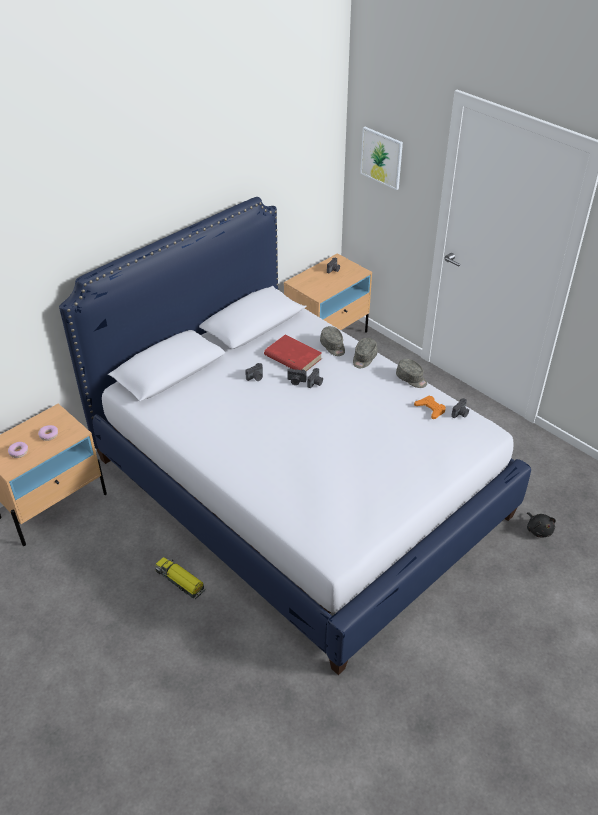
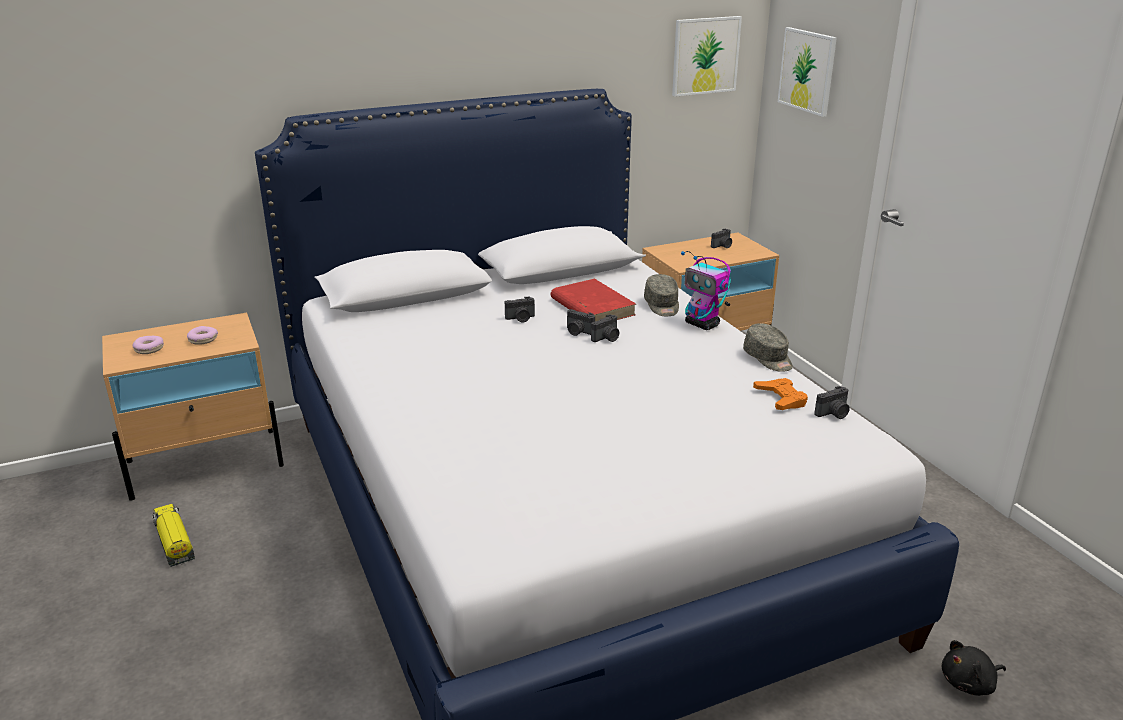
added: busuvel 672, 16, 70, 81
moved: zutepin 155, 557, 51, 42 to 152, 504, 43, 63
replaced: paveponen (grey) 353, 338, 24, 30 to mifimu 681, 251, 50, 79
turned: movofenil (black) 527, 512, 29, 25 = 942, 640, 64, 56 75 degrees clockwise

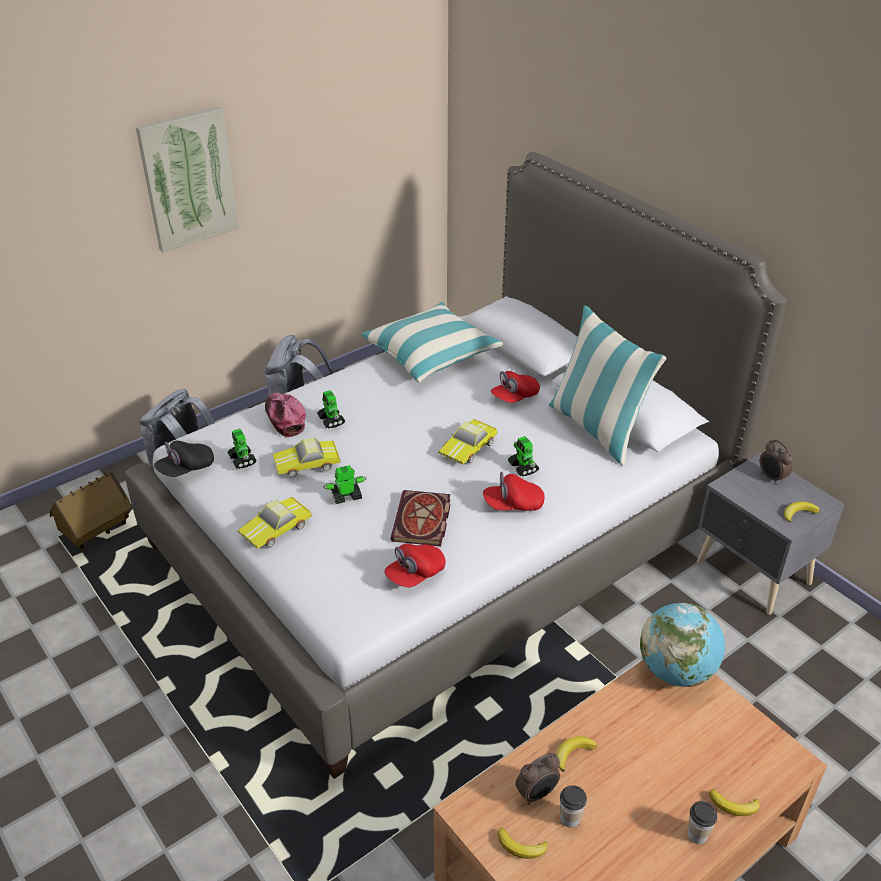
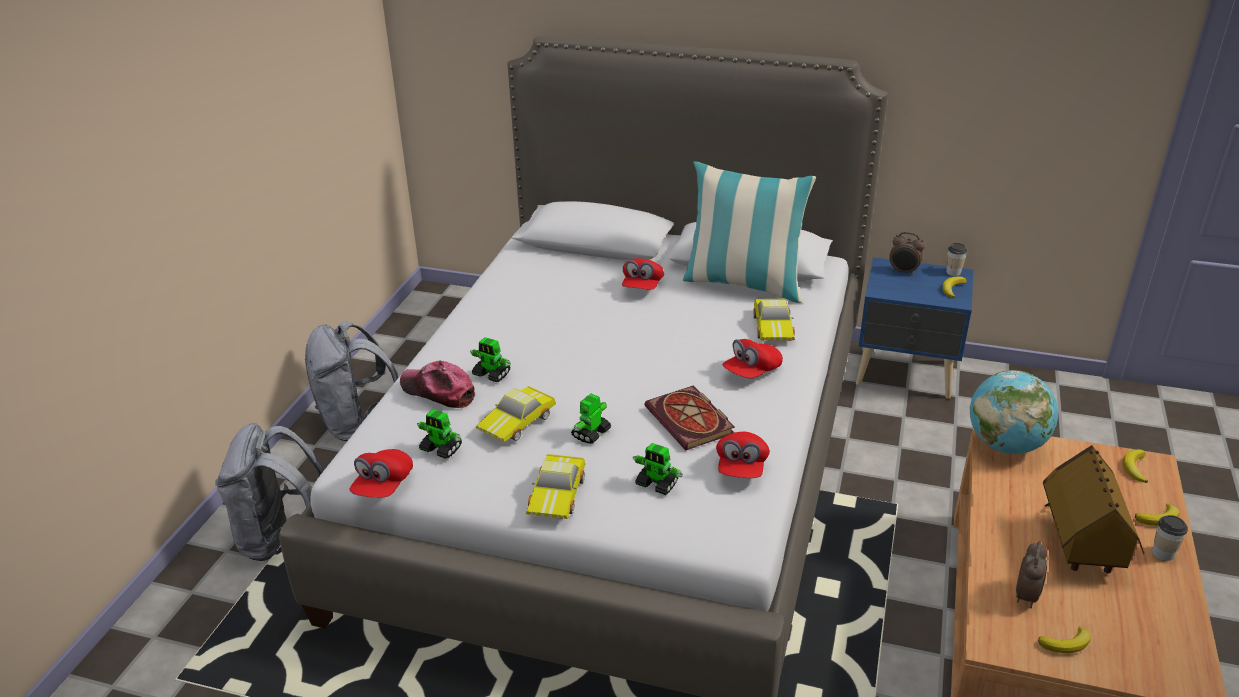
removed: busuvel 136, 107, 103, 145; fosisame 362, 302, 141, 80
moved: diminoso 50, 471, 83, 78 to 1043, 445, 101, 129; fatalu 438, 419, 59, 45 to 753, 299, 42, 42; mifimu 508, 436, 31, 41 to 633, 443, 50, 52; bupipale 556, 736, 41, 36 to 1123, 449, 25, 34; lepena 560, 785, 27, 42 to 946, 243, 21, 33
recoloured: paveponen (black) 154, 440, 60, 37 to paveponen (red) 350, 449, 63, 49; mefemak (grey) 697, 452, 148, 163 to mefemak (blue) 856, 257, 117, 142

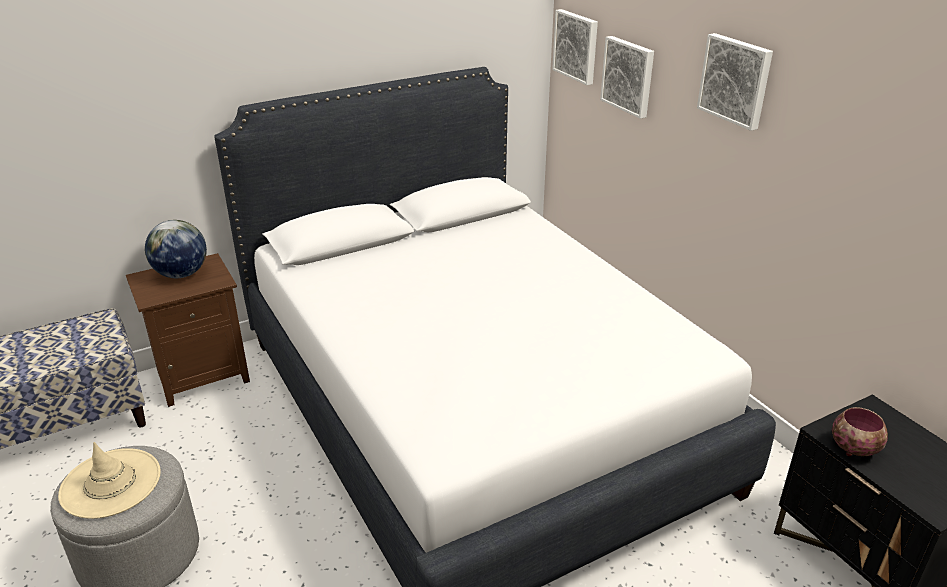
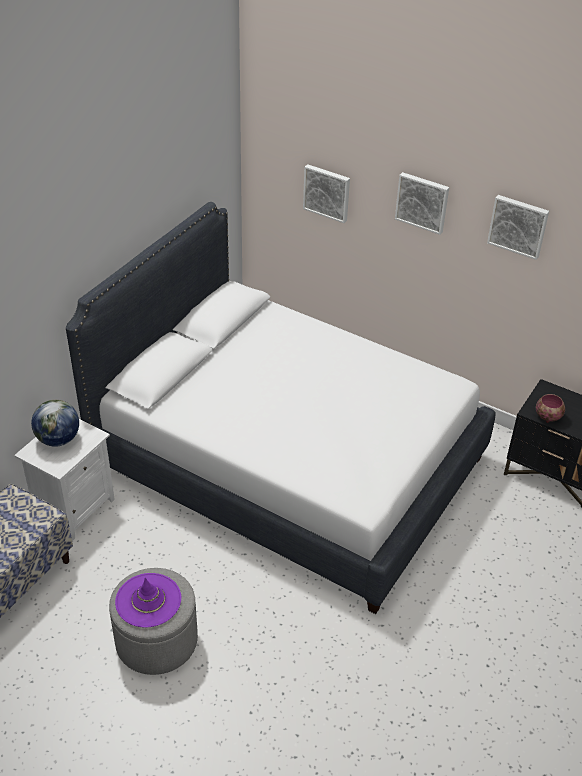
moved: busuvel 552, 9, 46, 76 to 487, 195, 62, 65
recoloured: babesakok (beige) 58, 442, 103, 77 to babesakok (purple) 115, 573, 66, 55; mefemak (brown) 126, 253, 124, 154 to mefemak (white) 14, 419, 101, 122

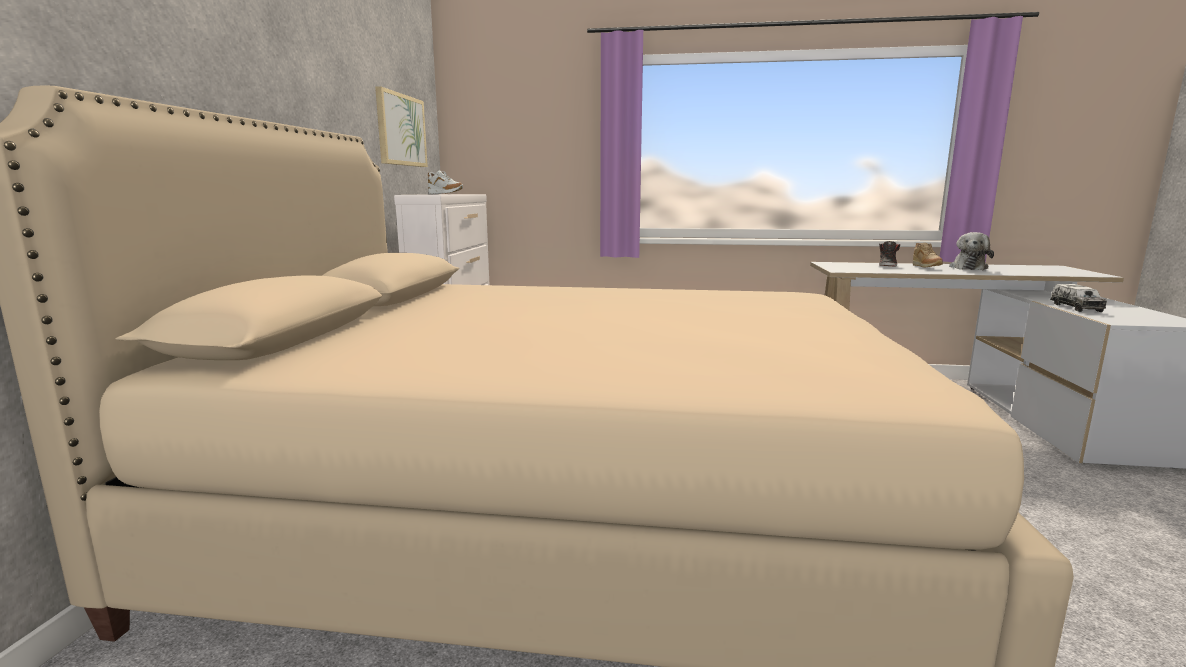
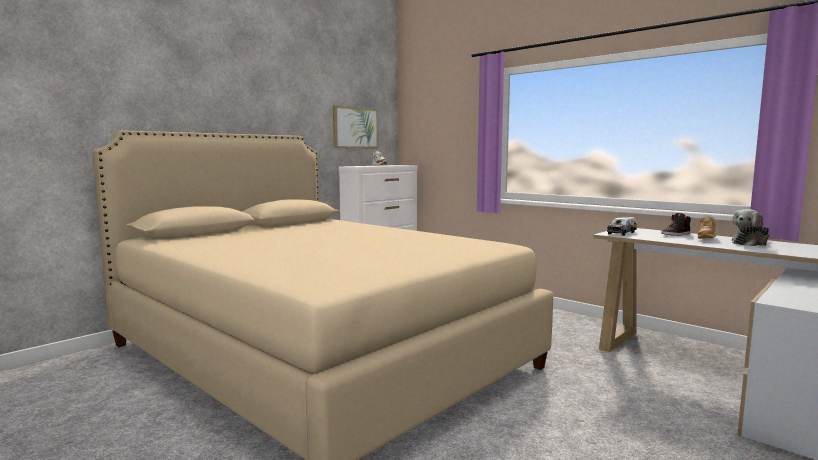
moved: zutepin 1050, 284, 57, 28 to 607, 217, 30, 19

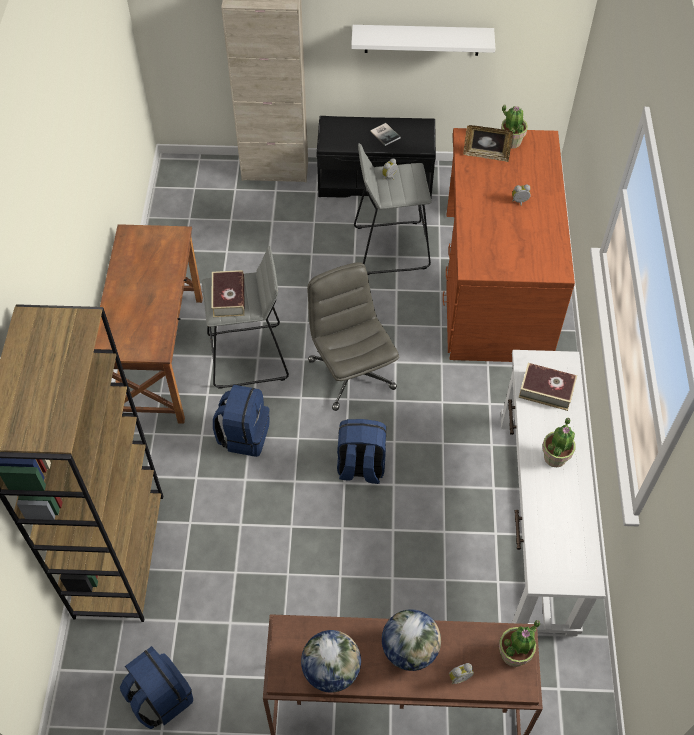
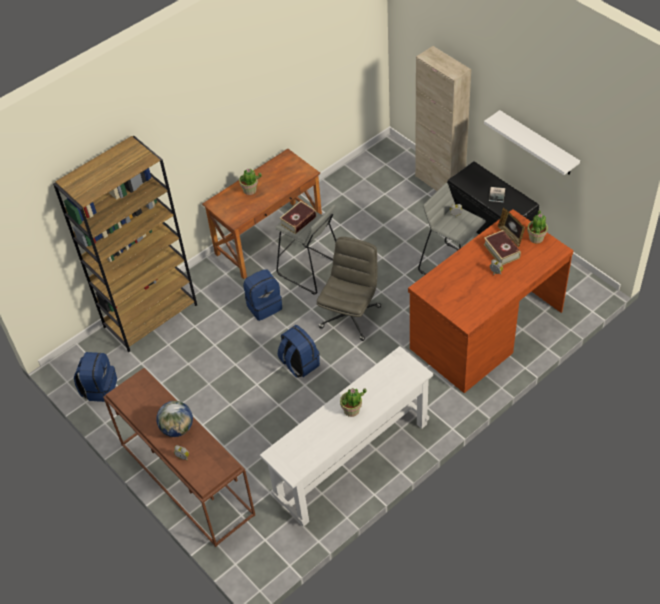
removed: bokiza 301, 630, 60, 63
moved: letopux 499, 620, 41, 47 to 239, 168, 23, 27; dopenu 519, 363, 58, 48 to 484, 230, 37, 36

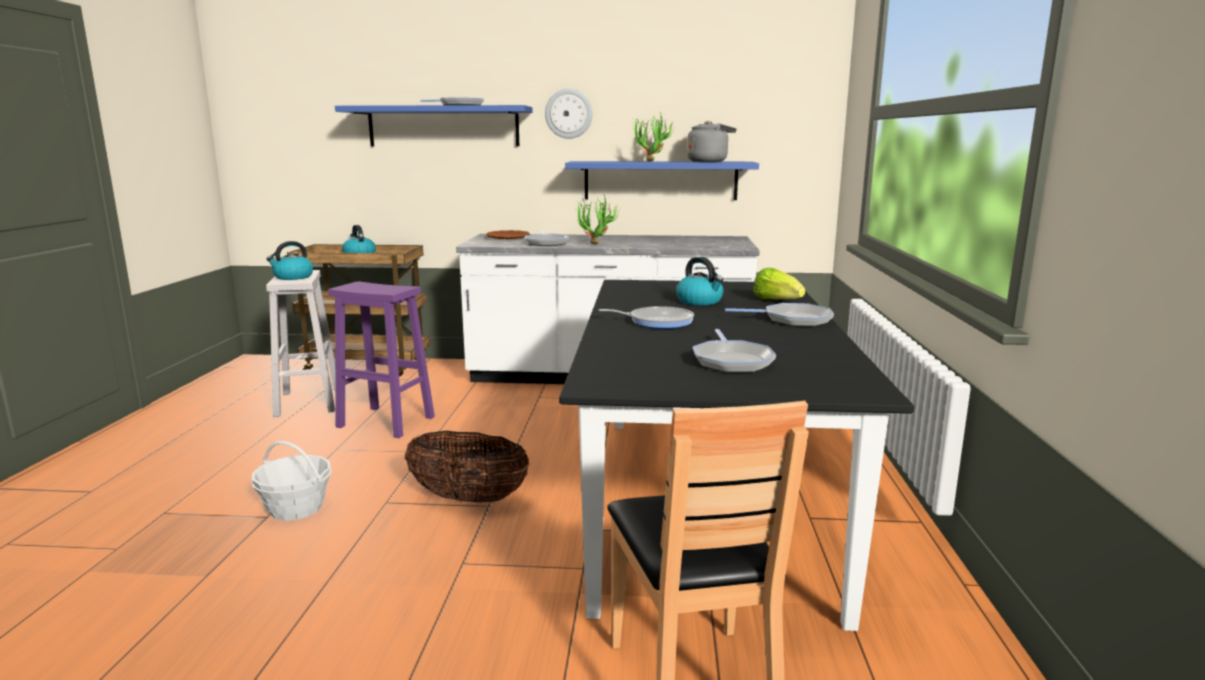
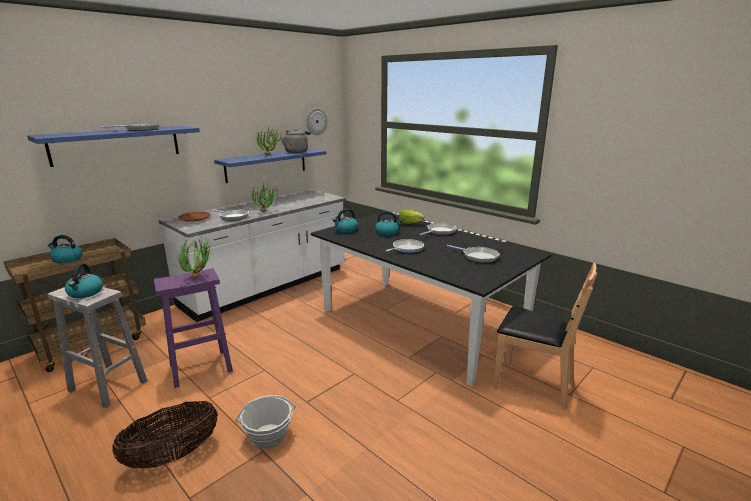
added: letopux 178, 237, 36, 42; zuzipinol 333, 209, 25, 24
moved: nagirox 405, 431, 124, 71 to 112, 400, 106, 69; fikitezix 545, 89, 47, 50 to 306, 108, 21, 27

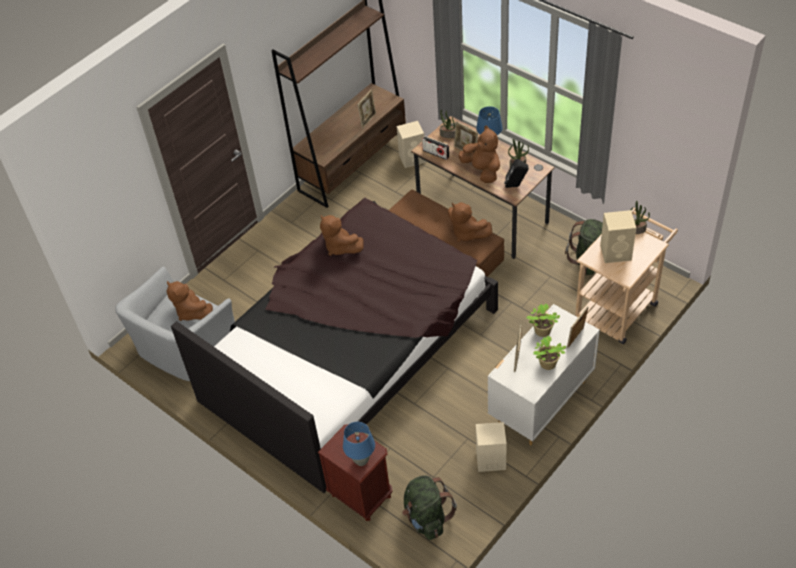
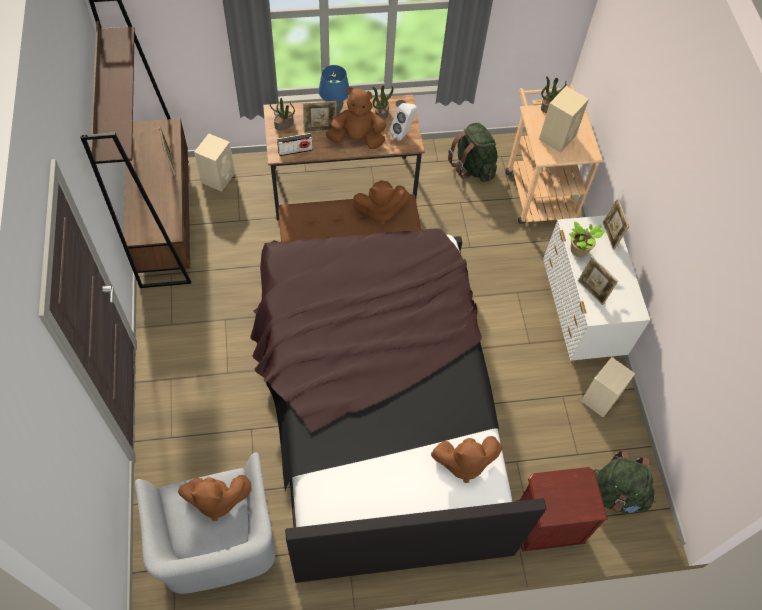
removed: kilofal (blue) 343, 422, 32, 44; letopux 533, 335, 33, 35
moved: movofenil (brown) 320, 215, 44, 41 to 431, 436, 72, 47
recoloured: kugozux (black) 504, 159, 25, 29 to kugozux (white) 389, 103, 28, 38

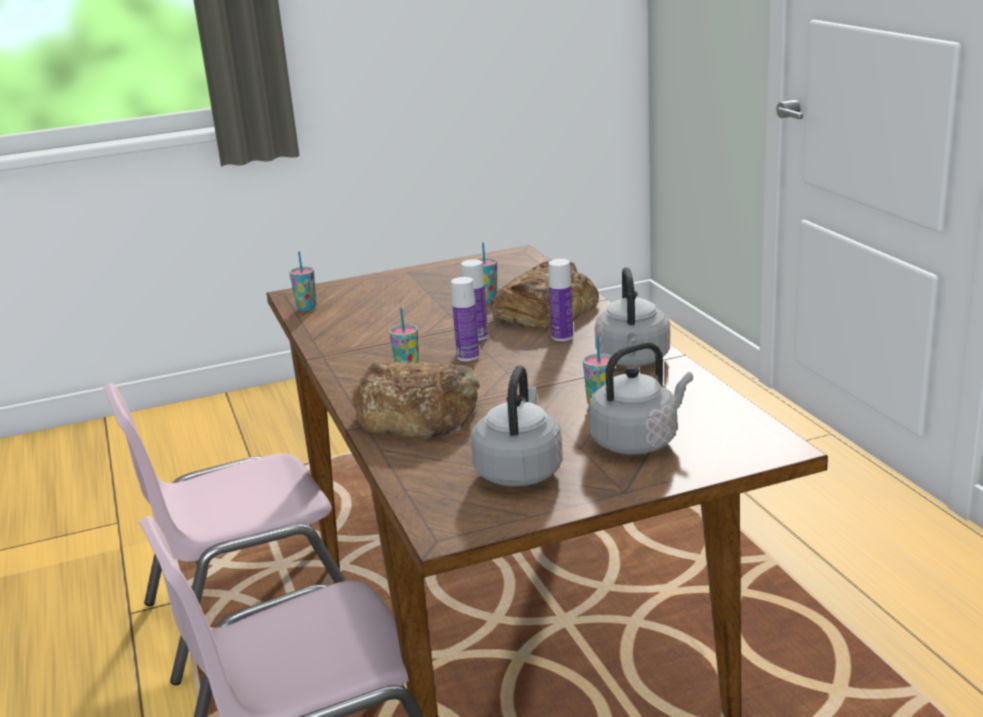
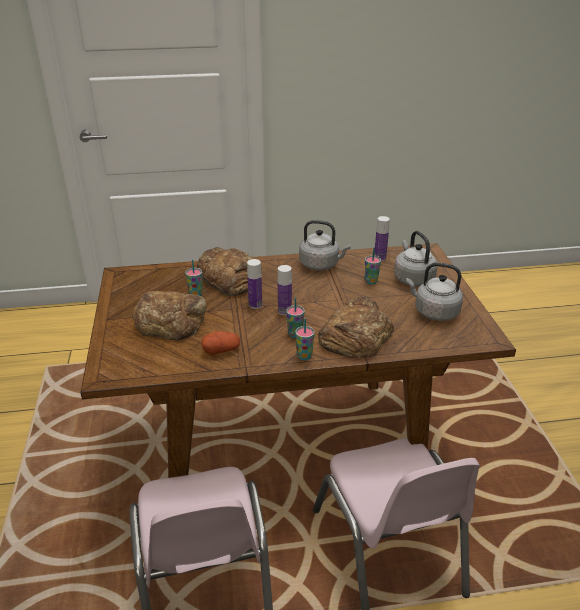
added: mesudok 133, 291, 74, 49; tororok 201, 331, 39, 24
moved: lepena 289, 251, 28, 60 to 295, 318, 20, 42; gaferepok 548, 259, 25, 82 to 374, 216, 16, 45

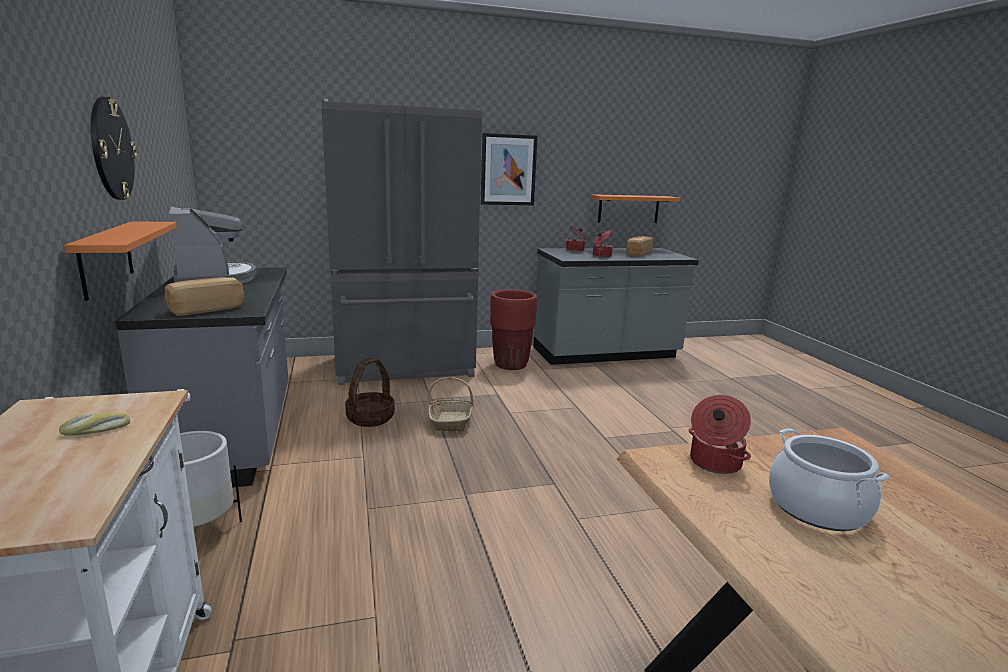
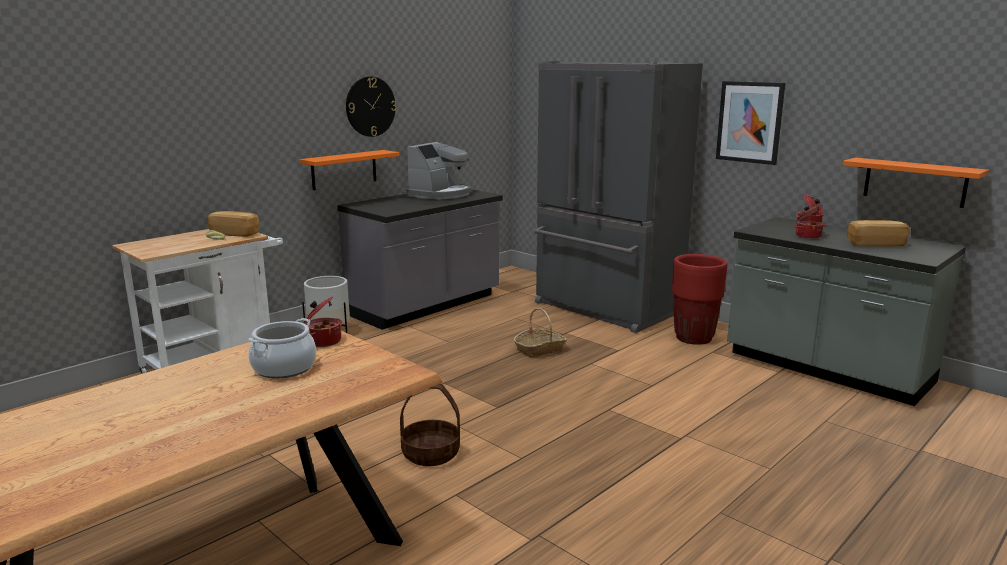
moved: mesudok 165, 277, 79, 39 to 208, 211, 52, 26; nagirox 345, 358, 50, 69 to 400, 383, 60, 83

